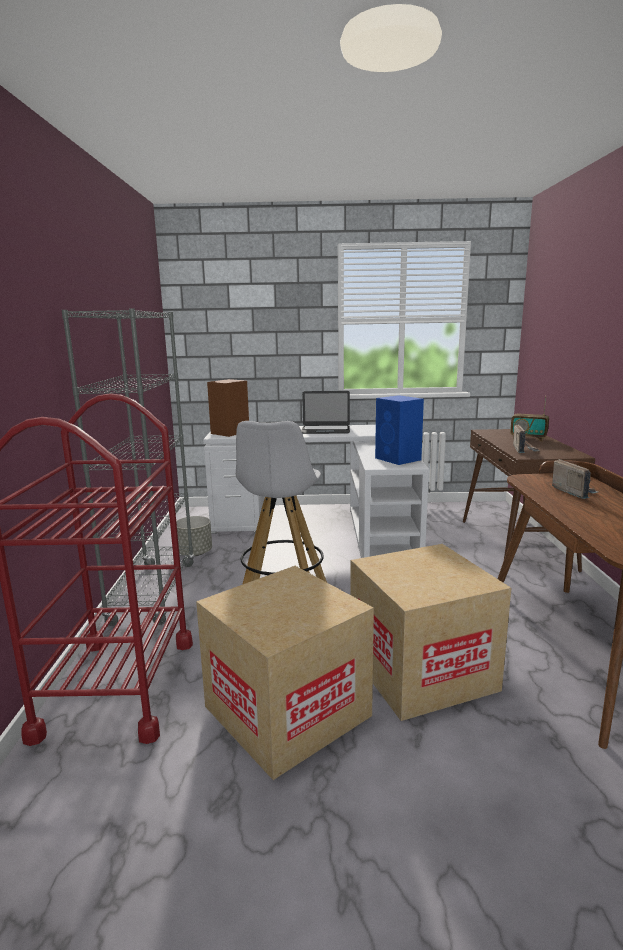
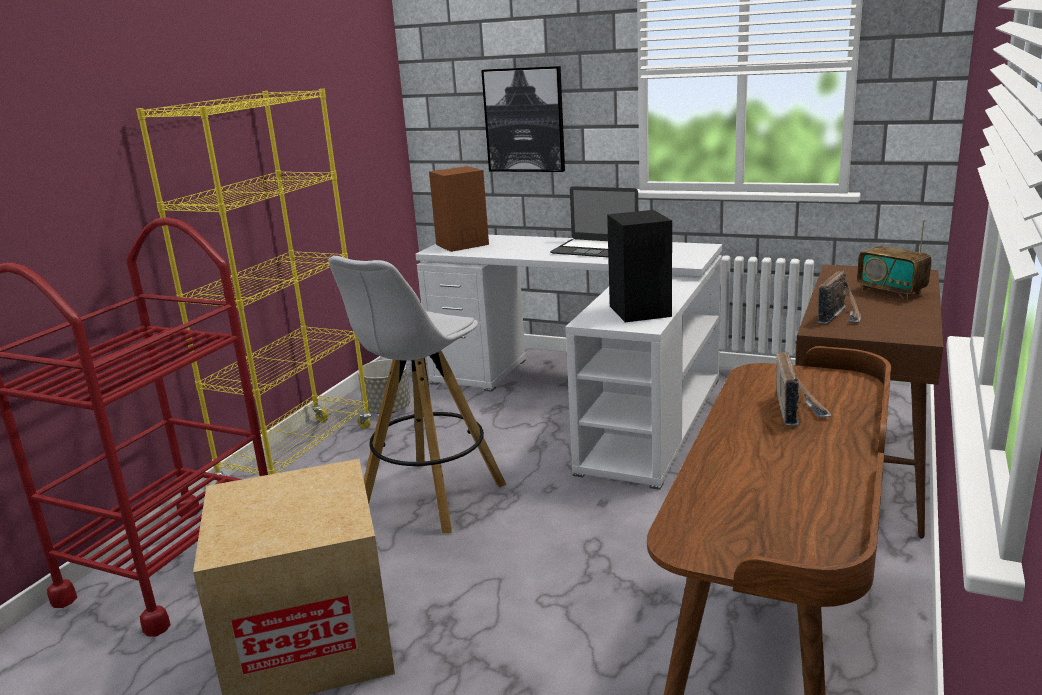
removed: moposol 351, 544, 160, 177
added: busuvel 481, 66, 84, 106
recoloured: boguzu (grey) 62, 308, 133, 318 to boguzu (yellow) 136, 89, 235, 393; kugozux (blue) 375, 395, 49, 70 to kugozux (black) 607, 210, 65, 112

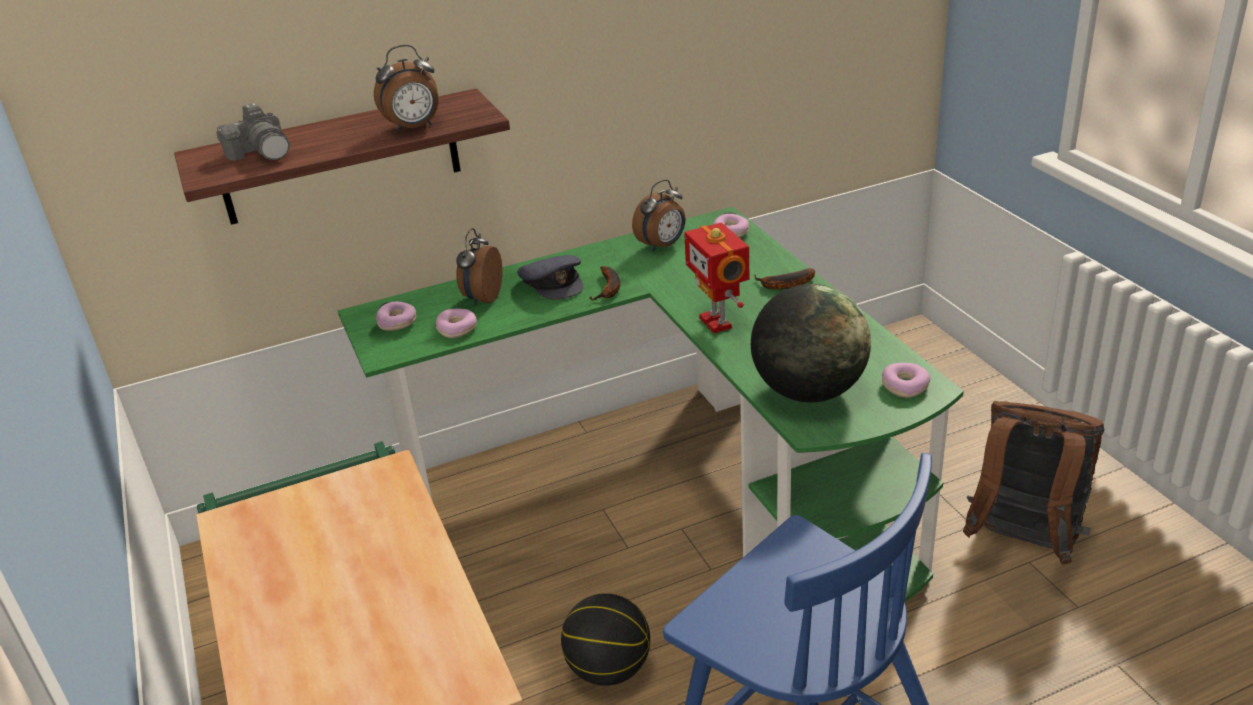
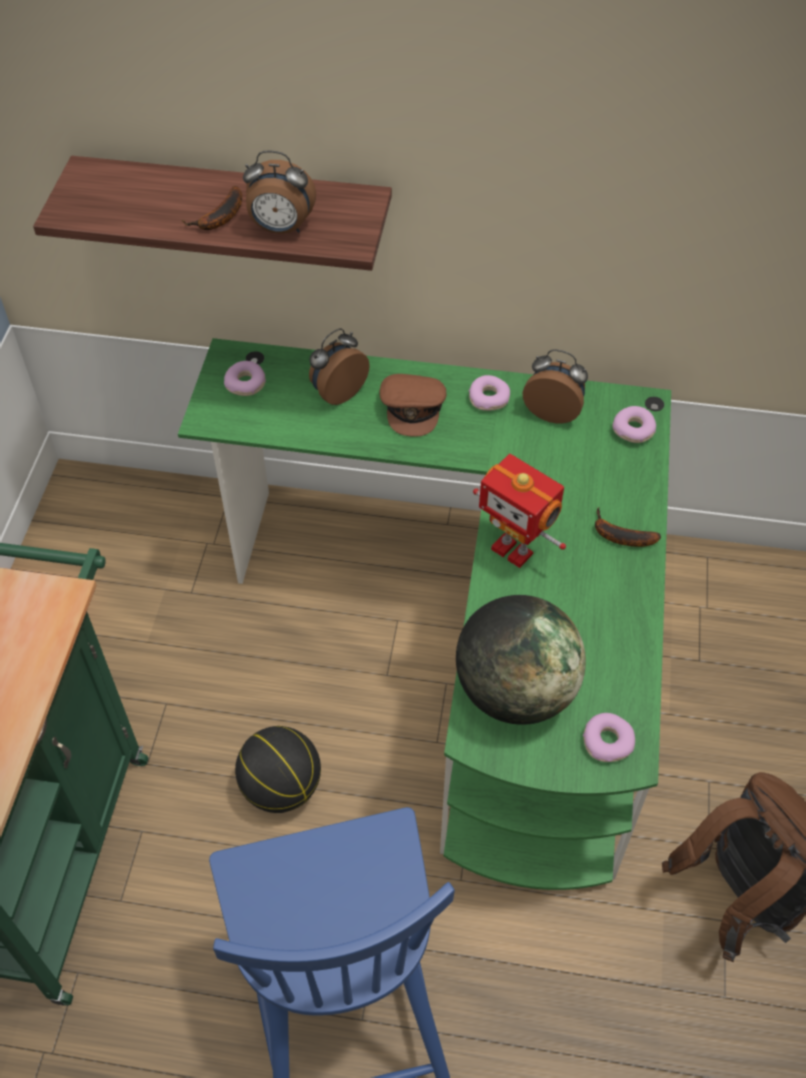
removed: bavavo 216, 103, 74, 57
moved: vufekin 436, 309, 41, 29 to 469, 375, 41, 36; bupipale 589, 266, 31, 34 to 182, 186, 60, 44
recoloured: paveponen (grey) 517, 255, 66, 45 to paveponen (brown) 379, 374, 67, 63
turned: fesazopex 632, 179, 53, 73 = 523, 349, 65, 74 150 degrees counterclockwise; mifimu 684, 222, 65, 111 = 473, 454, 93, 114 60 degrees counterclockwise

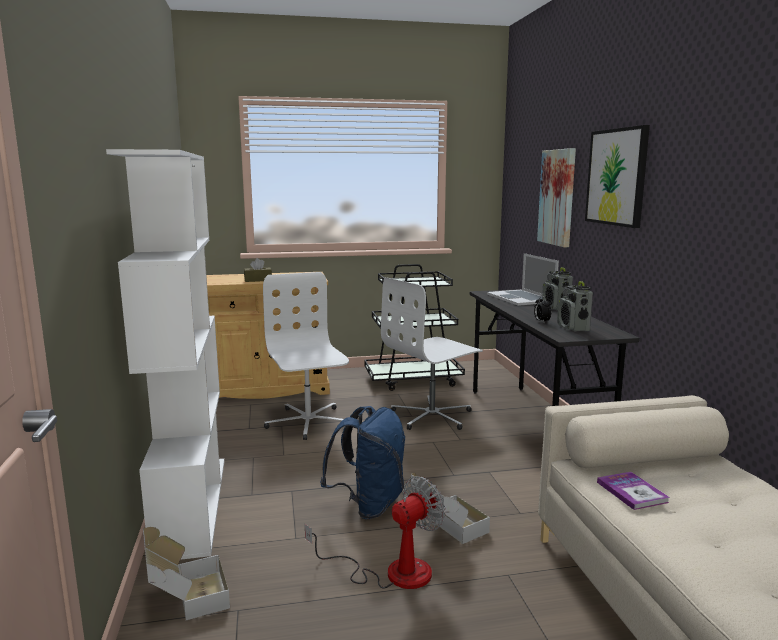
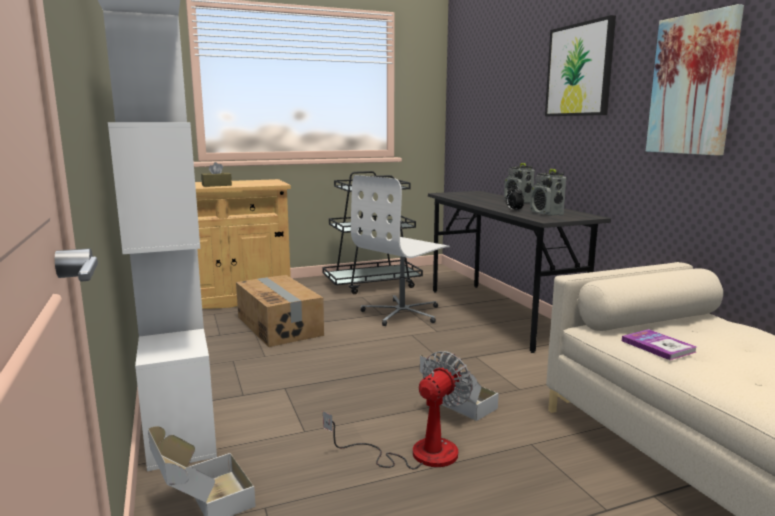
removed: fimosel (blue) 320, 406, 85, 113; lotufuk 487, 253, 72, 53
moved: busuvel 537, 148, 39, 99 to 646, 4, 98, 152
replaced: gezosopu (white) 263, 272, 86, 168 to moposol 236, 275, 88, 72

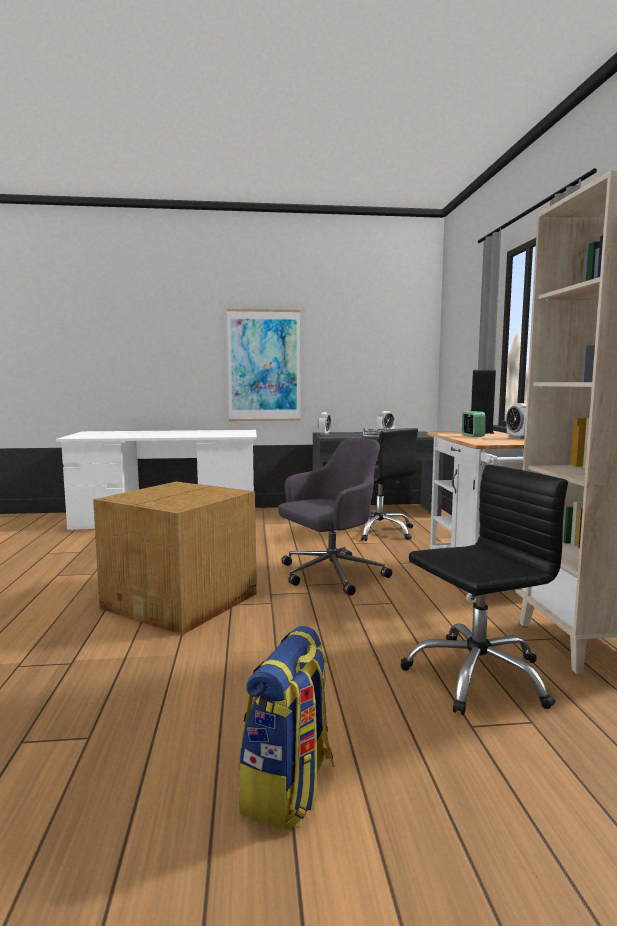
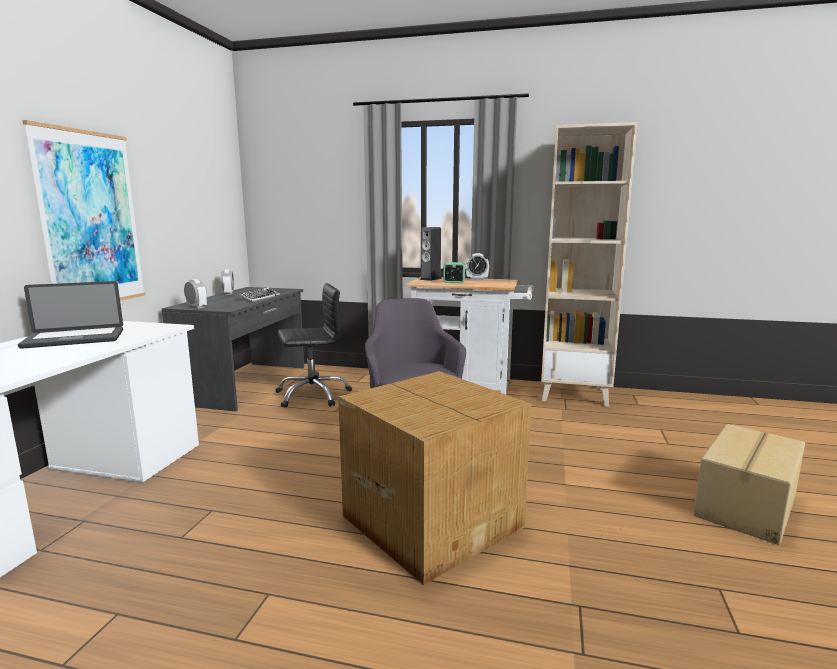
removed: gezosopu (black) 401, 465, 167, 250
added: lotufuk 18, 281, 105, 68
replaced: fimosel 238, 626, 97, 205 to moposol 693, 424, 112, 121

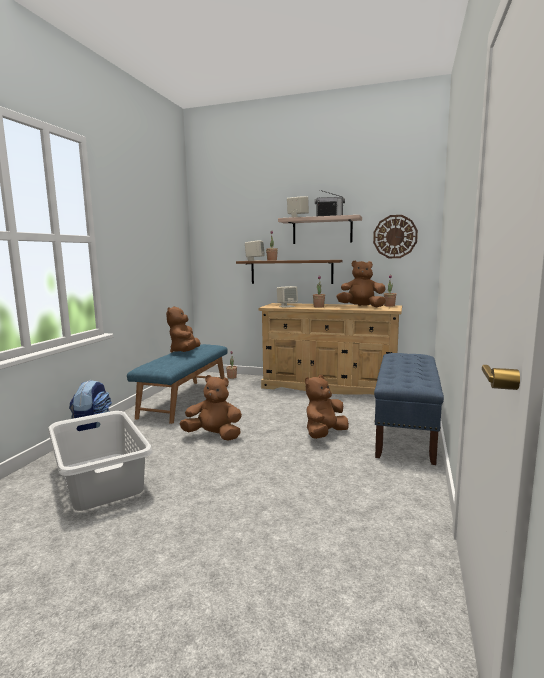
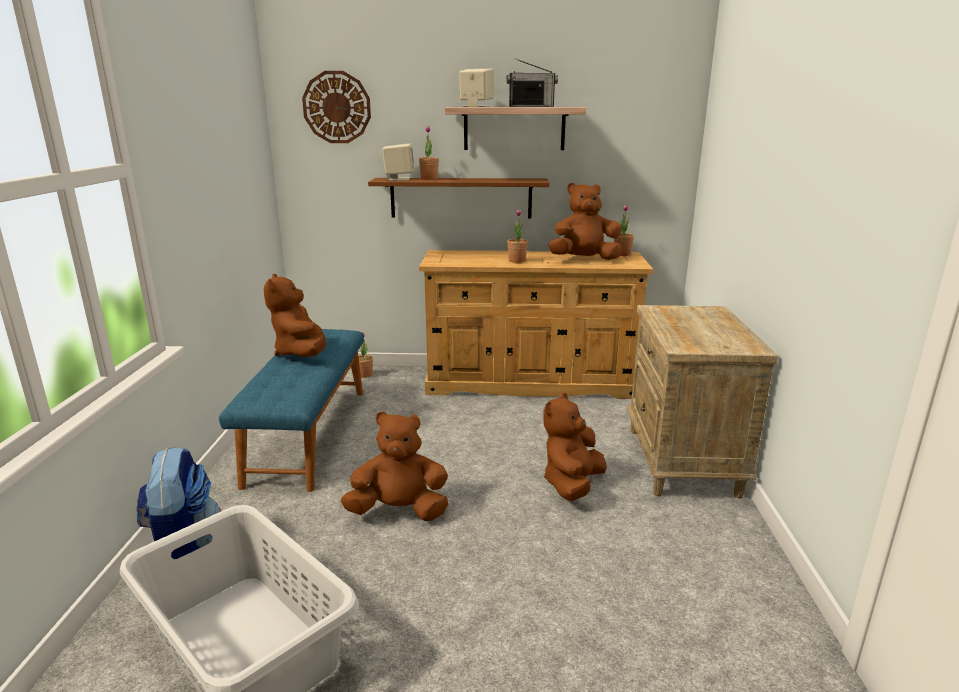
removed: kugozux (beige) 277, 286, 21, 22
moved: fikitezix 373, 215, 45, 43 to 302, 71, 69, 72
replaced: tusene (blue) 374, 353, 70, 112 to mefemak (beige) 627, 305, 151, 193

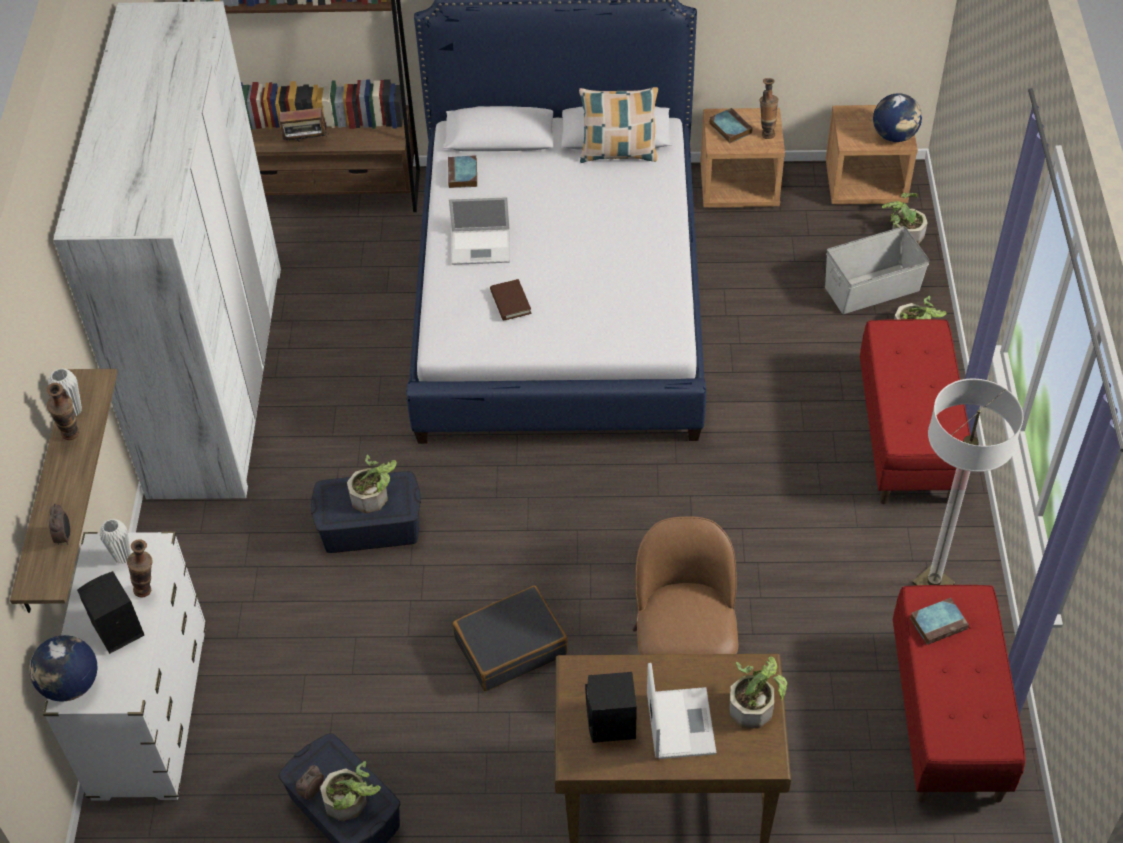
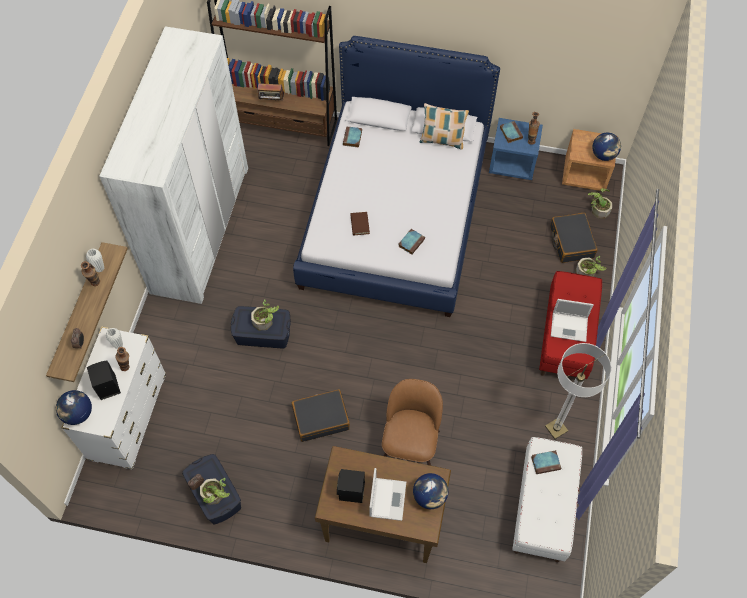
added: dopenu 398, 229, 27, 26
moved: lotufuk 449, 196, 61, 69 to 551, 299, 42, 43
replaced: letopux 729, 657, 58, 72 to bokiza 413, 473, 35, 36; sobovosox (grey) 825, 226, 105, 88 to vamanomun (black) 550, 213, 47, 50
recoloured: mefemak (brown) 700, 108, 85, 100 to mefemak (blue) 489, 118, 54, 62; tusene (red) 893, 585, 133, 218 to tusene (white) 512, 437, 70, 125

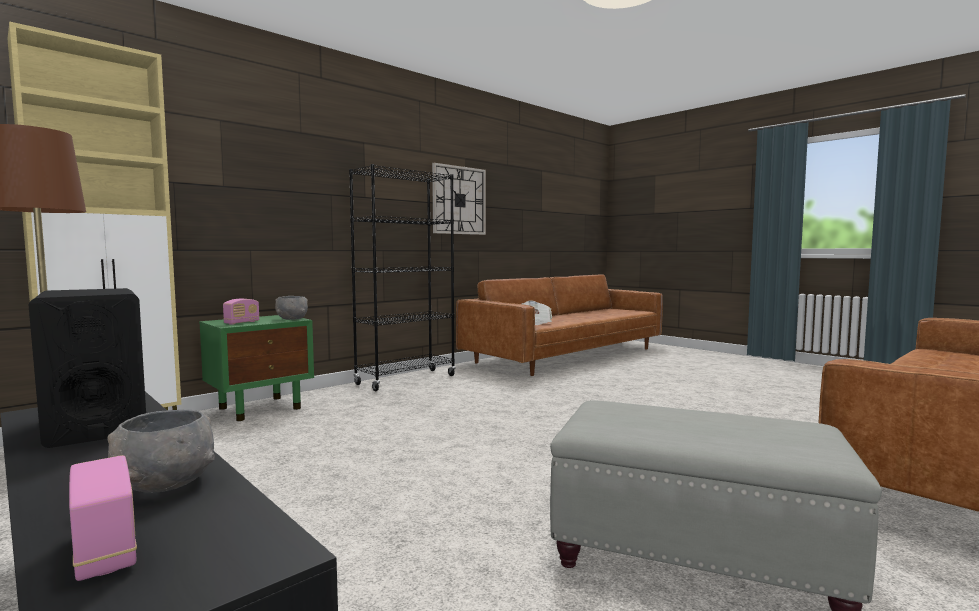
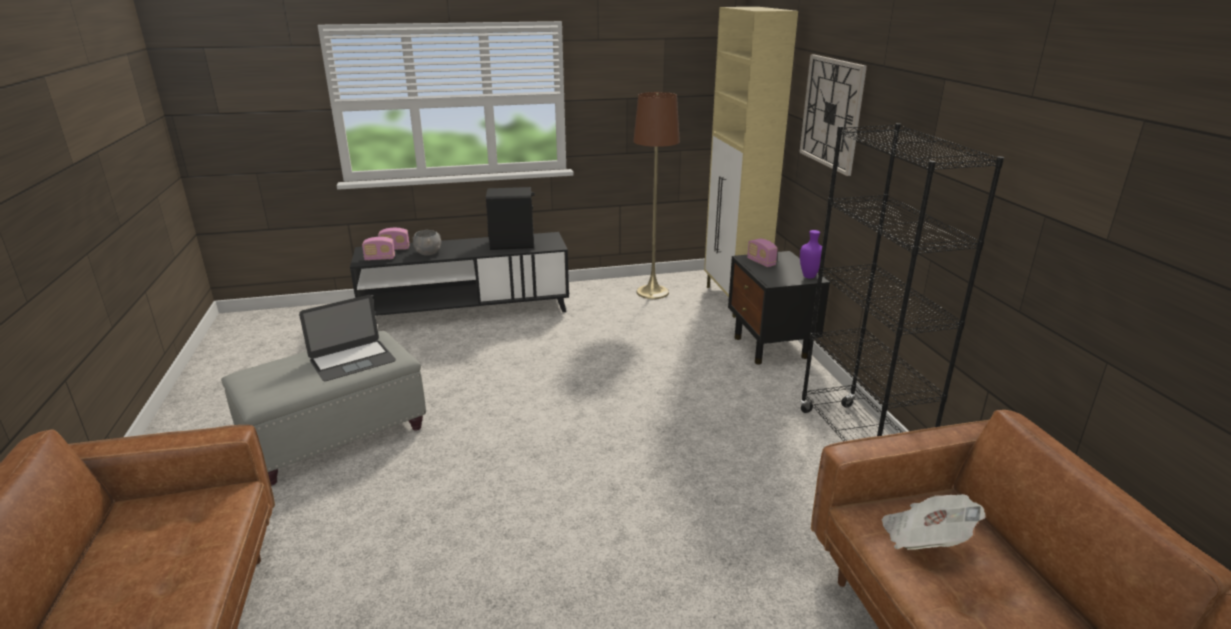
removed: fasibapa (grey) 275, 296, 33, 24
added: lotufuk 299, 295, 97, 86; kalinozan 362, 237, 33, 23; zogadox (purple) 800, 230, 22, 49
moved: fikitezix 432, 163, 54, 72 to 799, 55, 68, 121
recoloured: mefemak (green) 199, 315, 115, 106 to mefemak (black) 728, 251, 102, 114

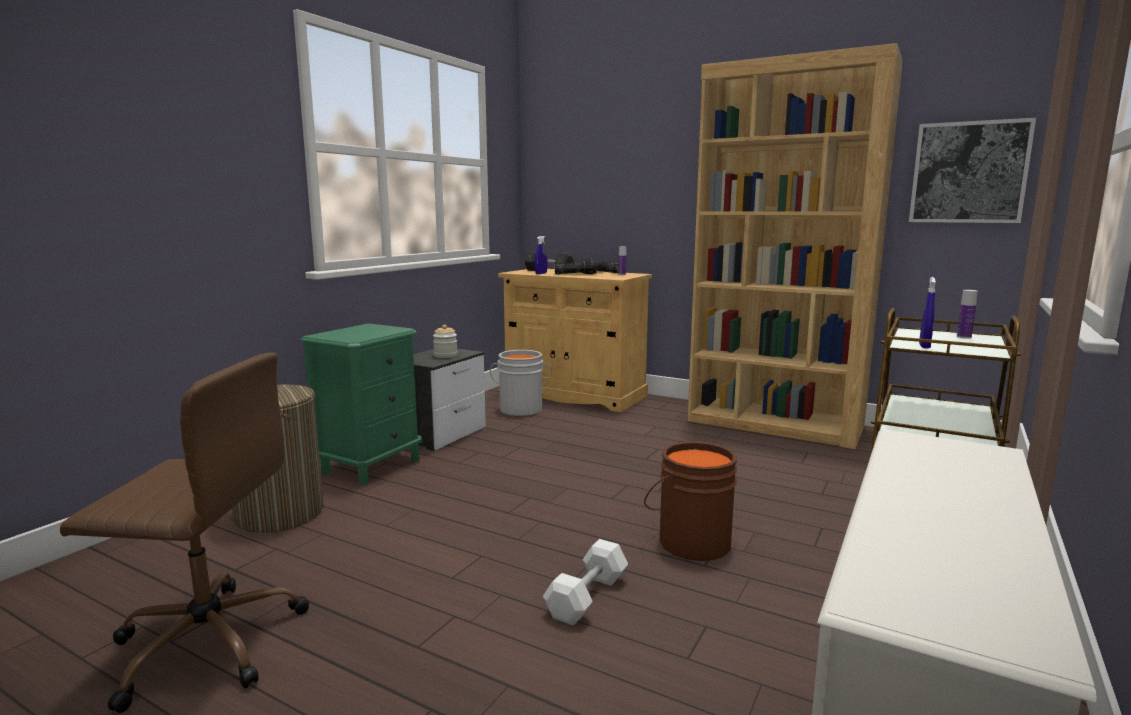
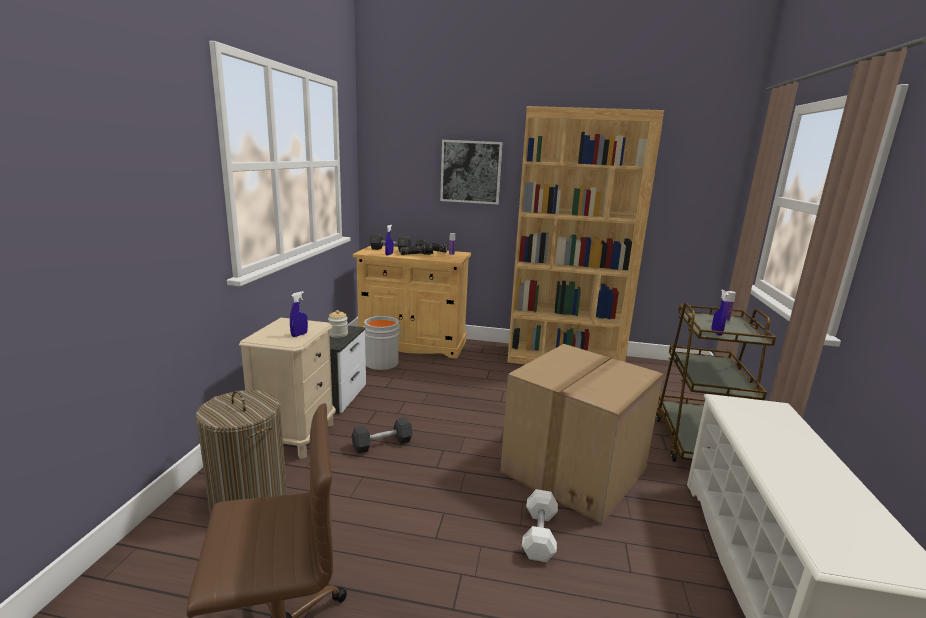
added: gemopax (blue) 290, 291, 18, 46; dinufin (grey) 352, 417, 61, 37
moved: busuvel 909, 118, 127, 105 to 440, 140, 63, 64
replaced: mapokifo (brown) 644, 441, 93, 120 to moposol 500, 344, 163, 180
recoloured: mefemak (green) 301, 323, 121, 162 to mefemak (beige) 239, 318, 97, 141

